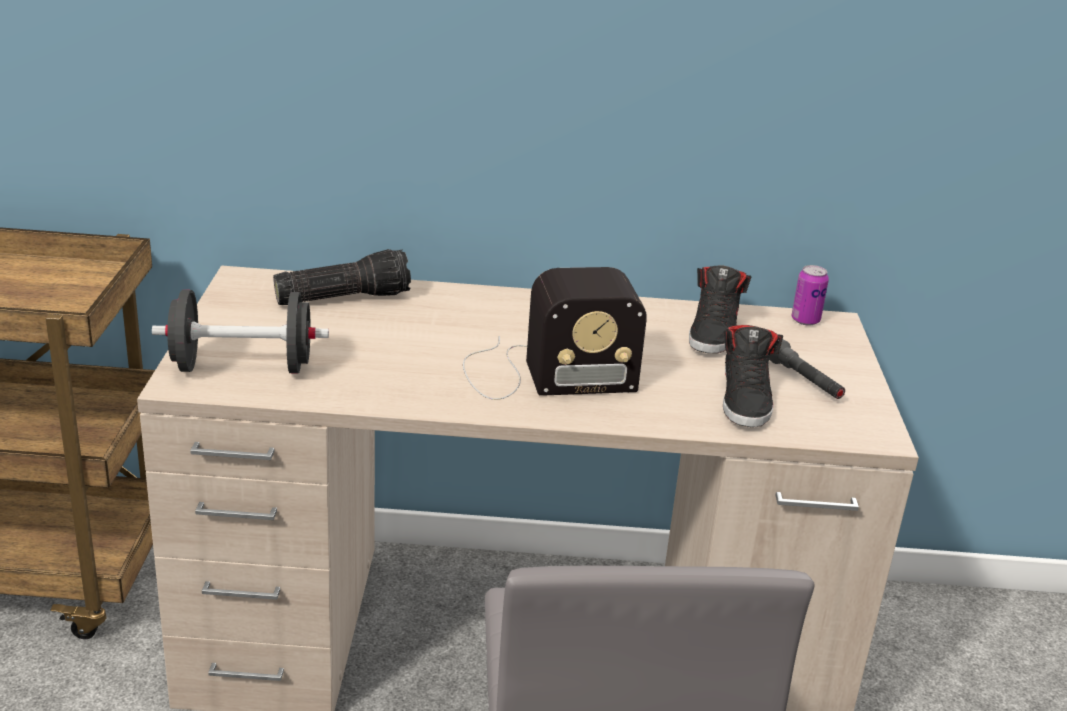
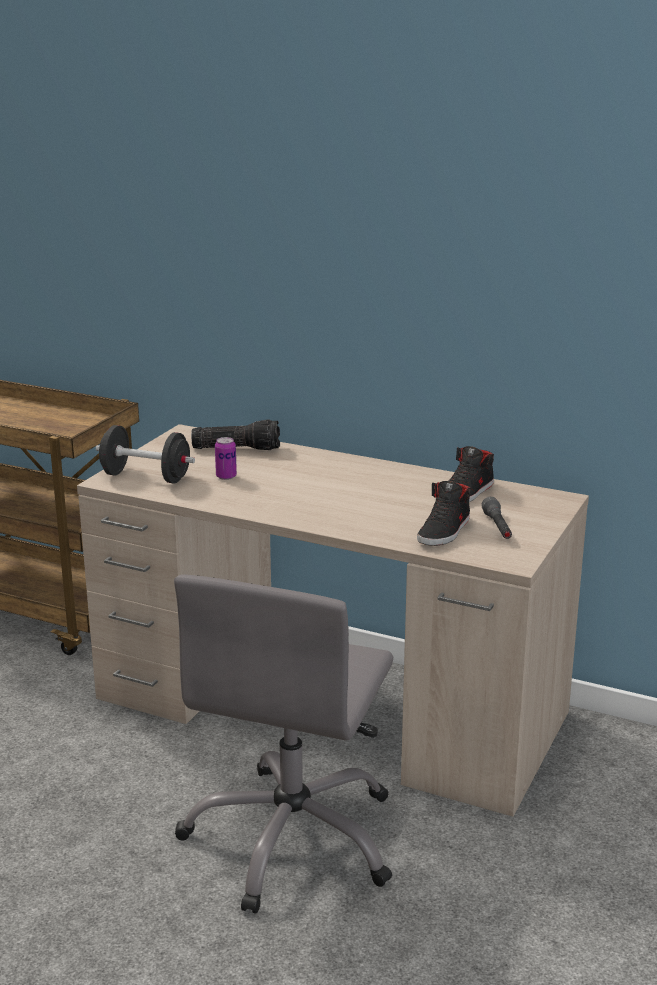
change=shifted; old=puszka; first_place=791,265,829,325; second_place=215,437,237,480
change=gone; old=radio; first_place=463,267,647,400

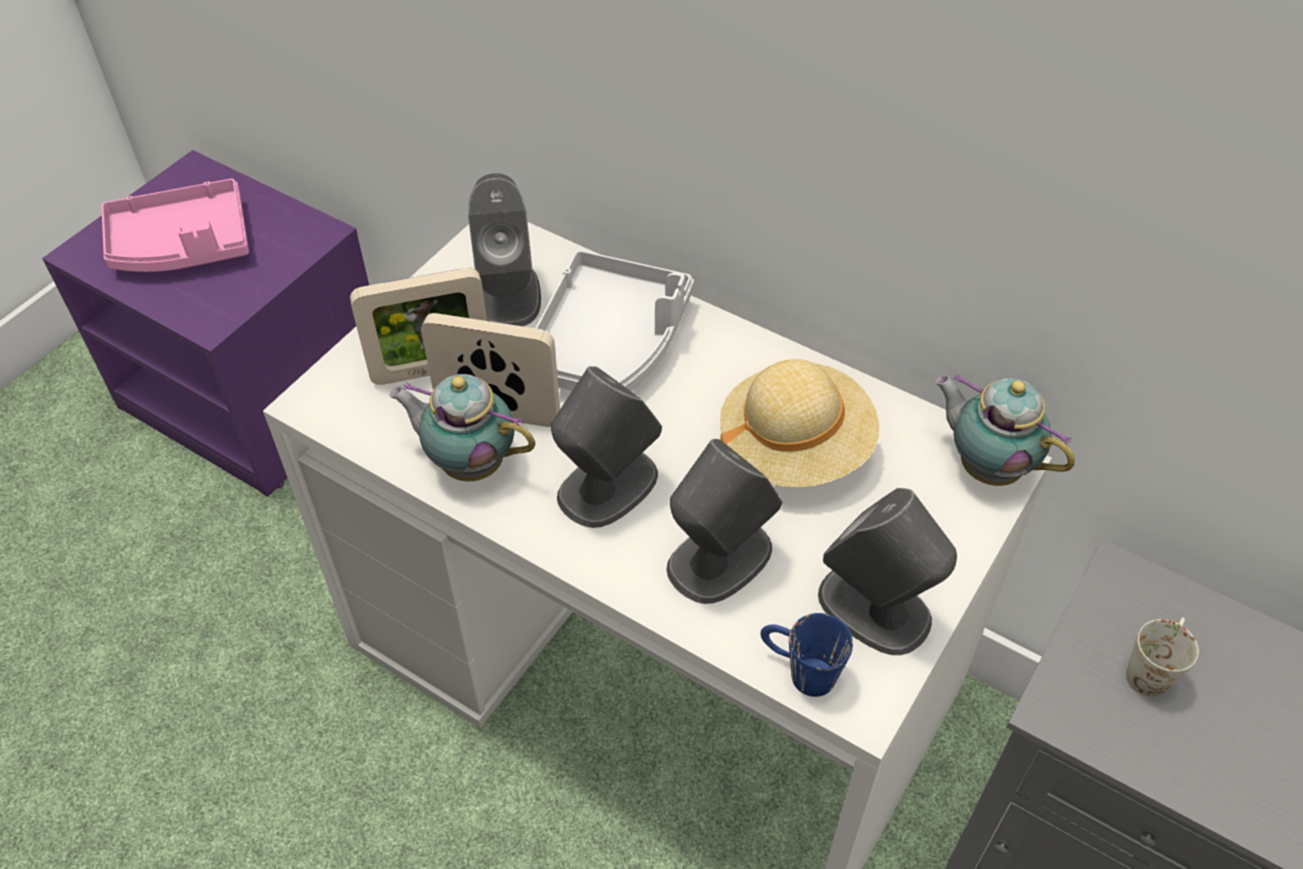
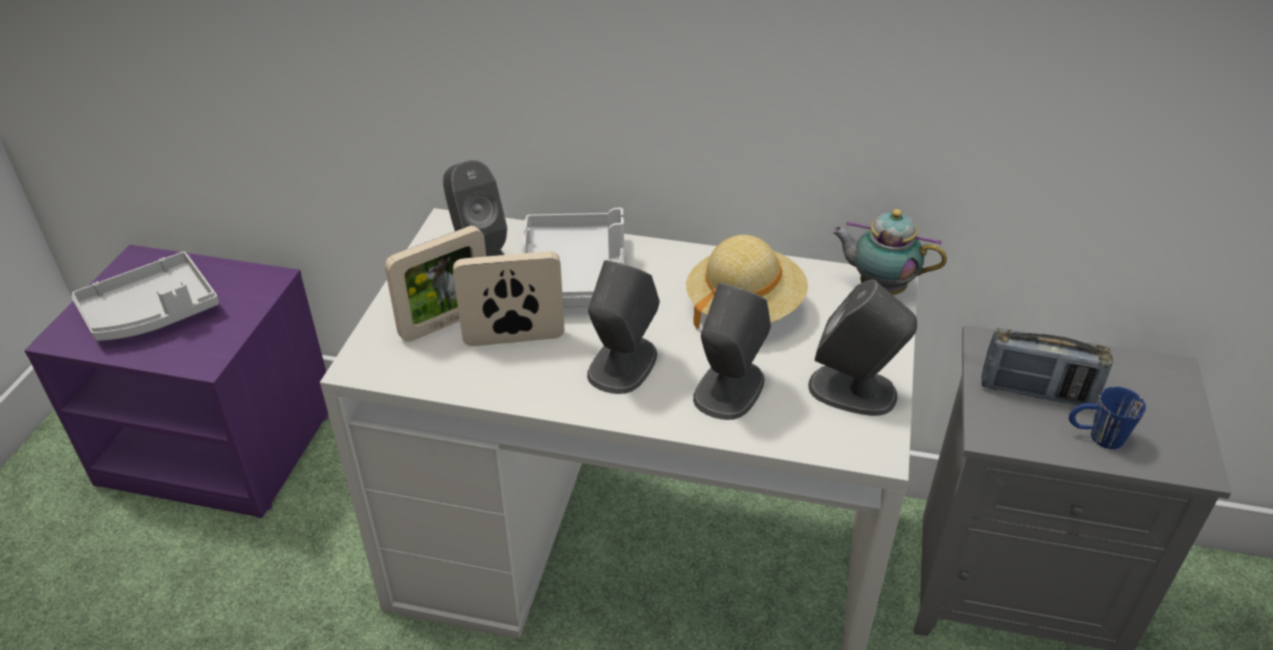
change=repainted; old=taca (różowy); new=taca (szary); first_place=101,179,249,272; second_place=72,252,219,341
change=swapped; old=kubek (biały); new=radio; first_place=1126,617,1199,697; second_place=981,328,1113,406
change=shifted; old=kubek (niebieski); first_place=760,613,853,697; second_place=1069,387,1146,449
change=gone; old=imbryk; first_place=389,374,536,481

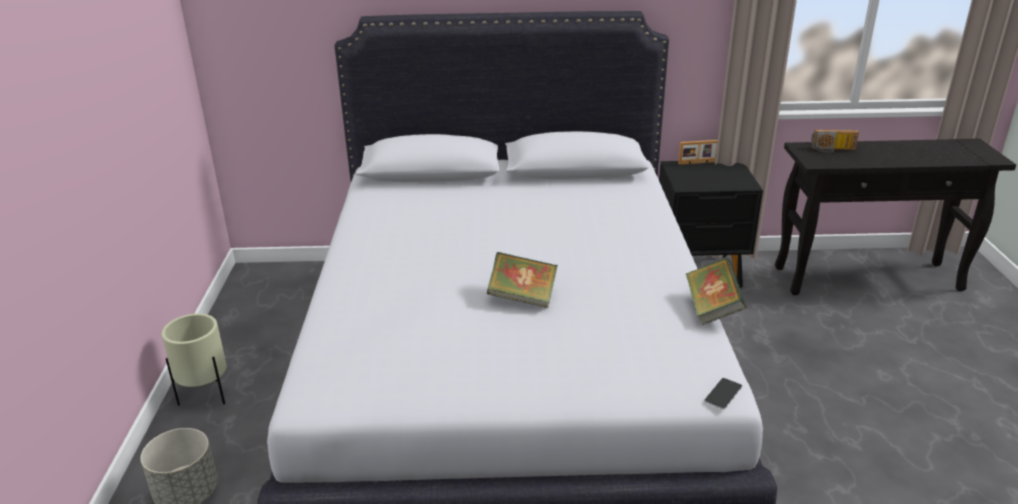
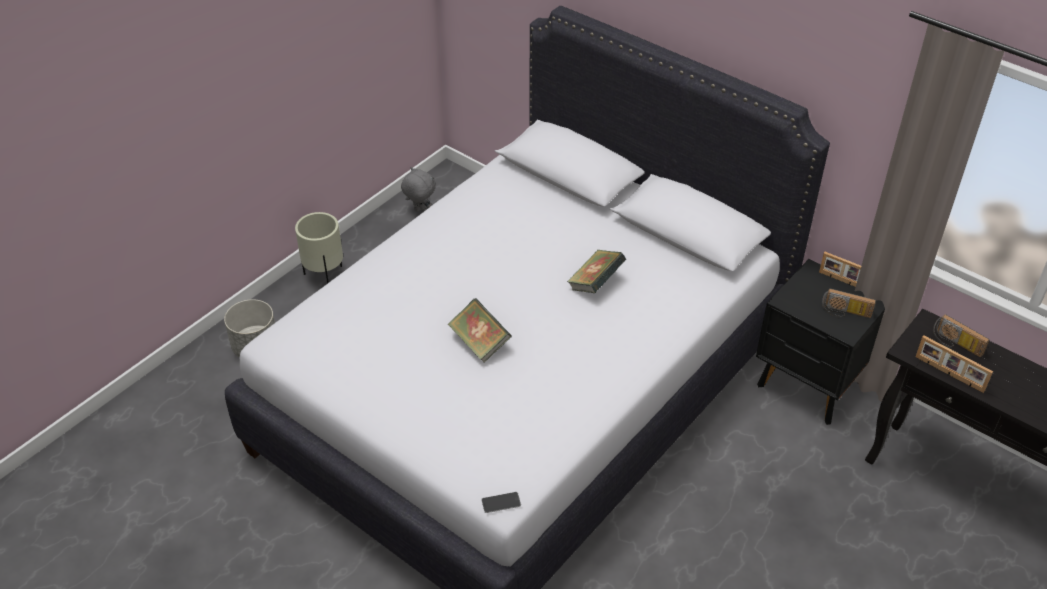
change=new; new=pluszak (szary); second_place=401,167,436,213
change=shifted; old=książka; first_place=686,258,746,325; second_place=567,250,626,293
change=new; new=radio; second_place=822,288,876,318
change=new; new=ramka na zdjęcie; second_place=916,336,993,393

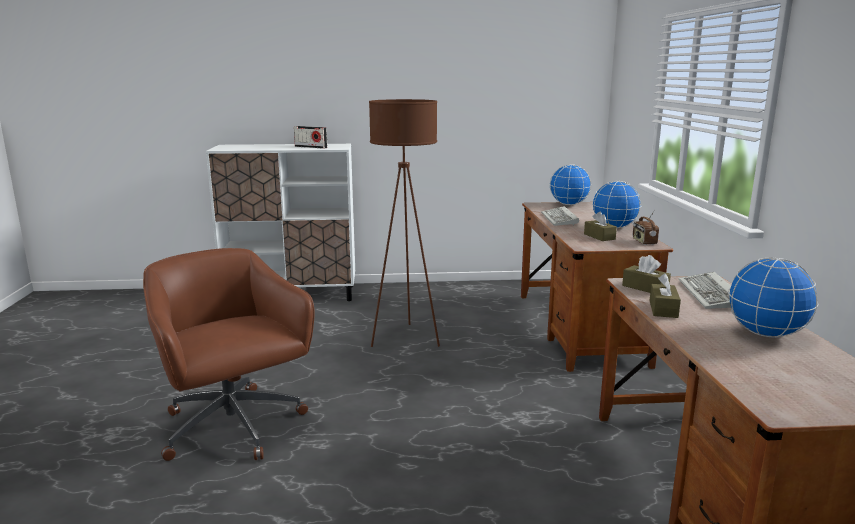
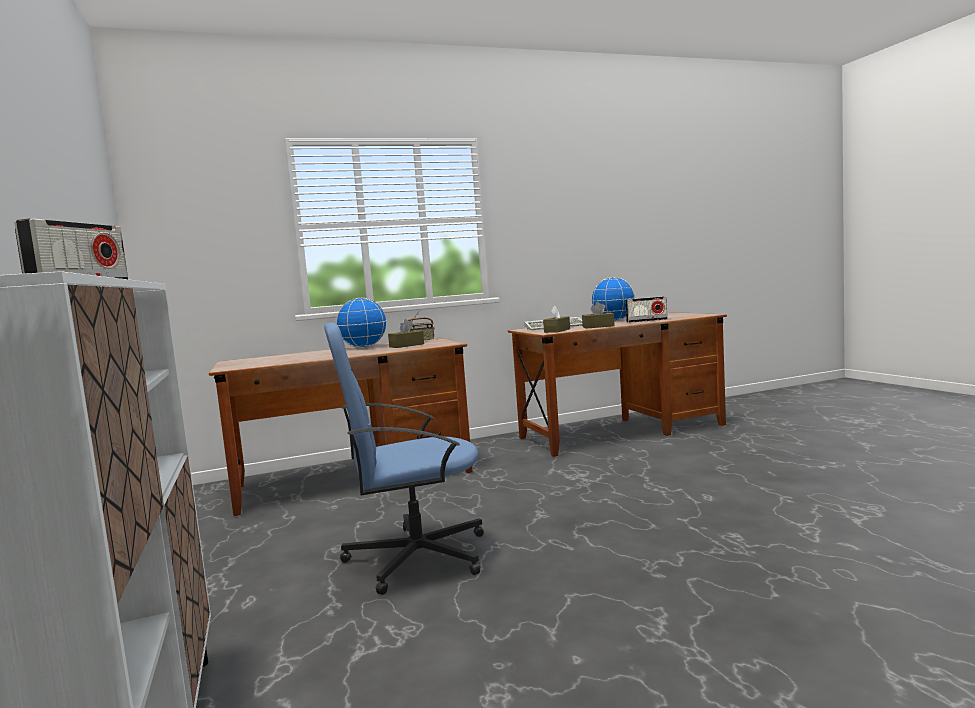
change=swapped; old=lampa stojąca (brązowy); new=krzesło biurowe (niebieski); first_place=369,99,440,347; second_place=324,323,484,595
change=new; new=radio; second_place=625,297,667,323
change=gone; old=krzesło biurowe (brązowy); first_place=143,248,315,461
change=gone; old=klawiatura; first_place=541,206,579,226
change=gone; old=globus; first_place=550,164,591,205

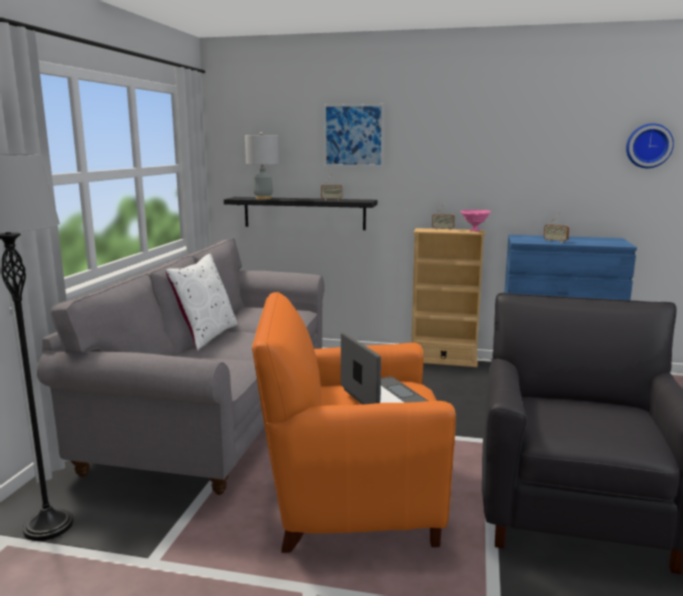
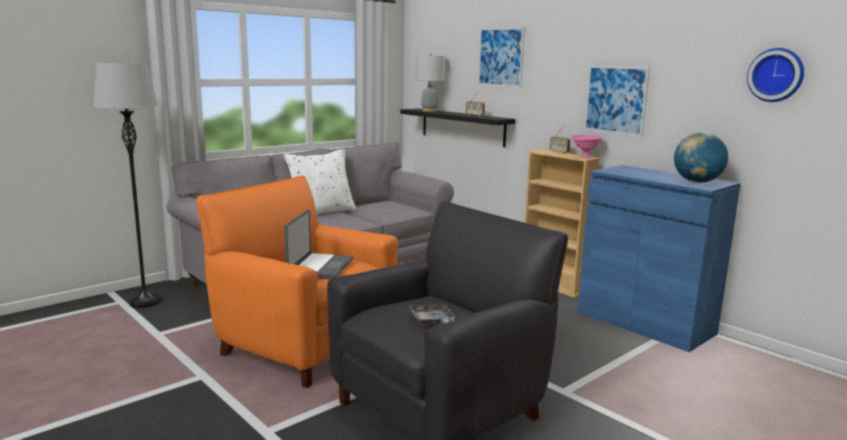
change=new; new=taca (szary); second_place=408,300,456,326
change=new; new=obraz; second_place=584,66,650,136
change=new; new=globus; second_place=674,132,728,183
change=gone; old=radio; first_place=543,212,569,243

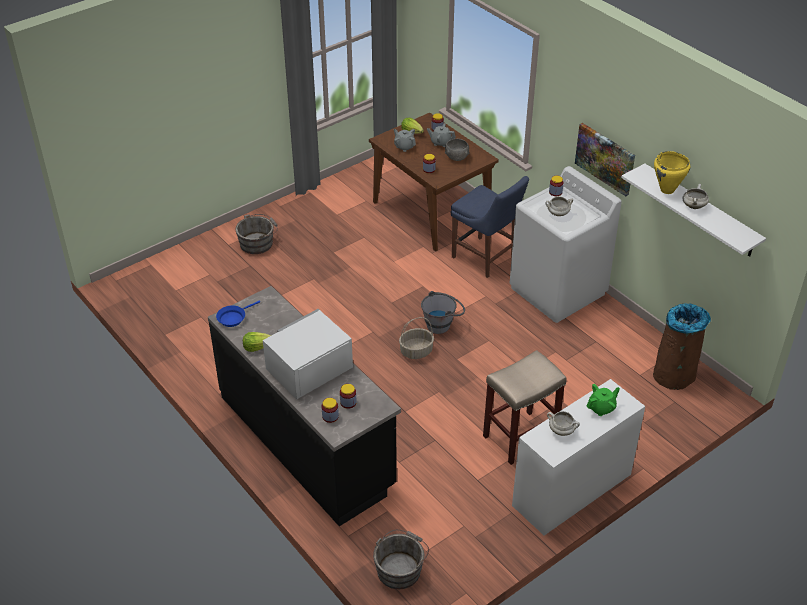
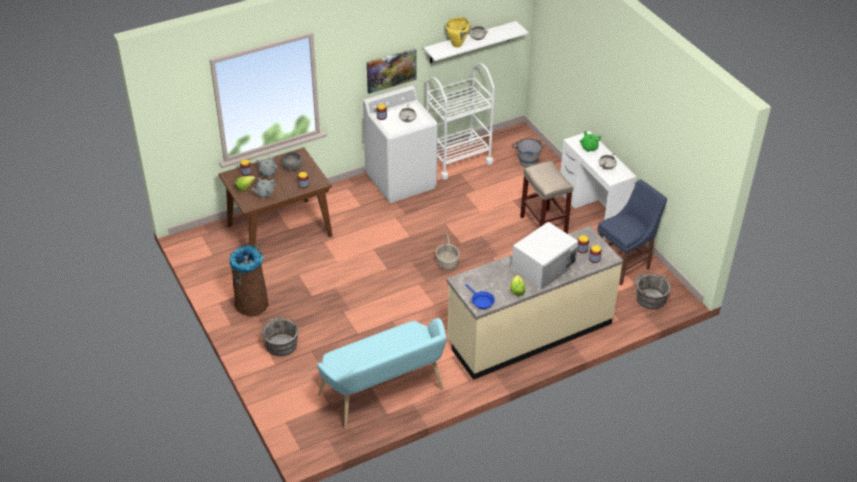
change=shifted; old=kosz na śmieci (brązowy); first_place=653,303,711,390; second_place=229,245,269,316
change=new; new=ławka (turkusowy); second_place=317,318,447,430
change=new; new=wózek (biały); second_place=426,63,495,180
change=repainted; old=zabudowa kuchenna (czarny); new=zabudowa kuchenna (beżowy); first_place=208,286,401,526; second_place=446,226,623,380
change=shifted; old=wiadro (szary); first_place=421,291,465,334; second_place=512,138,542,168
change=rotated; old=mikrofalówka (biały); first_place=263,309,353,399; second_place=512,222,578,289; degrees=-105
change=shifted; old=krzesło (niebieski); first_place=451,176,529,278; second_place=597,179,667,285

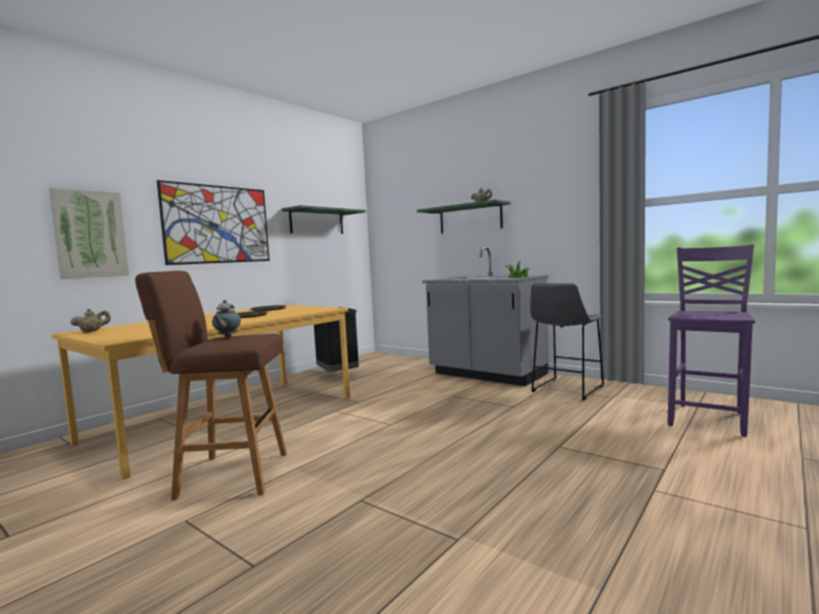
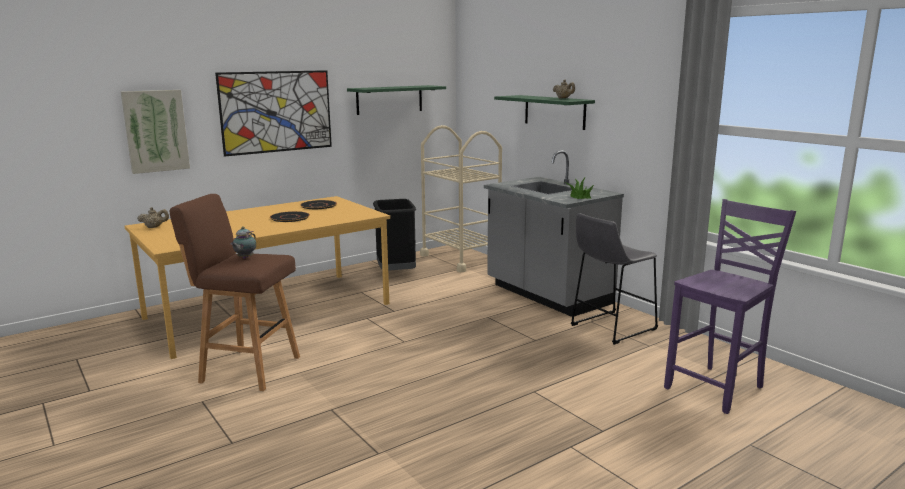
change=new; new=wózek (beżowy); second_place=420,125,502,272

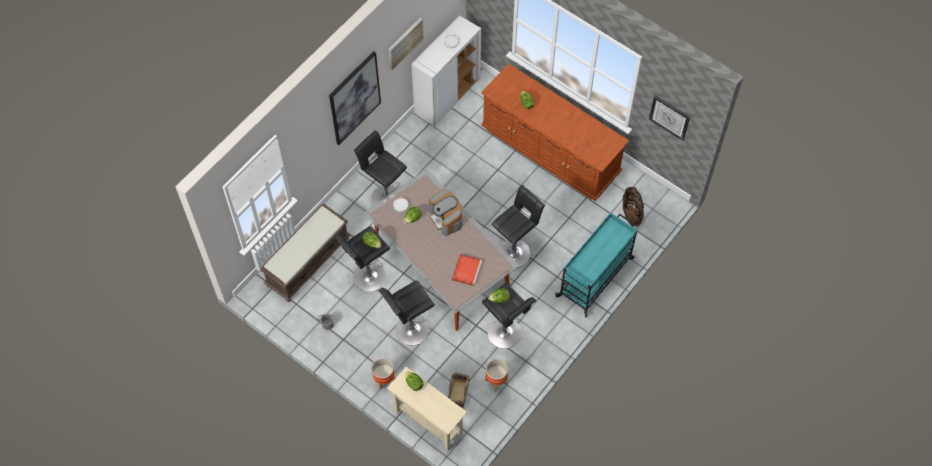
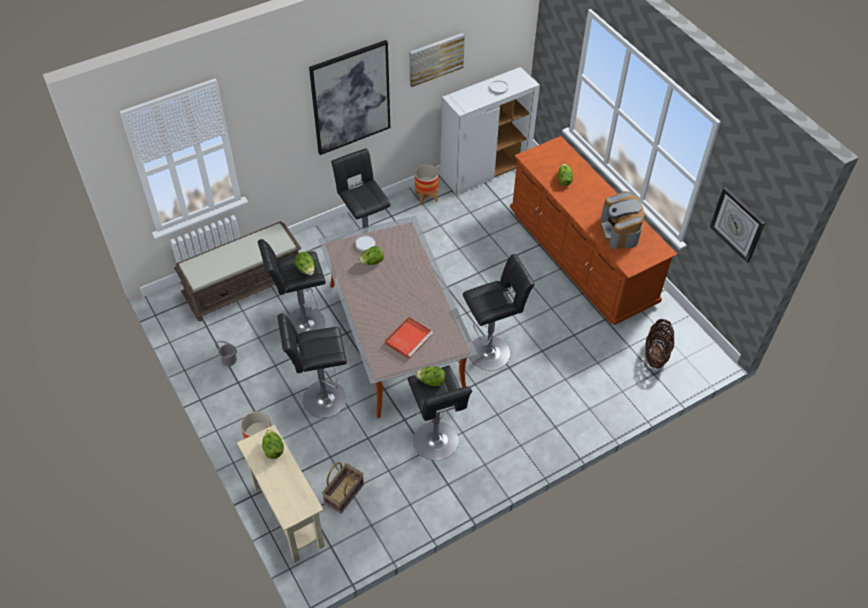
change=shifted; old=donica; first_place=485,359,508,392; second_place=415,165,439,206
change=shifted; old=ekspres do kawy; first_place=428,190,463,236; second_place=600,191,644,249
change=gone; old=wózek (turkusowy); first_place=555,213,637,317

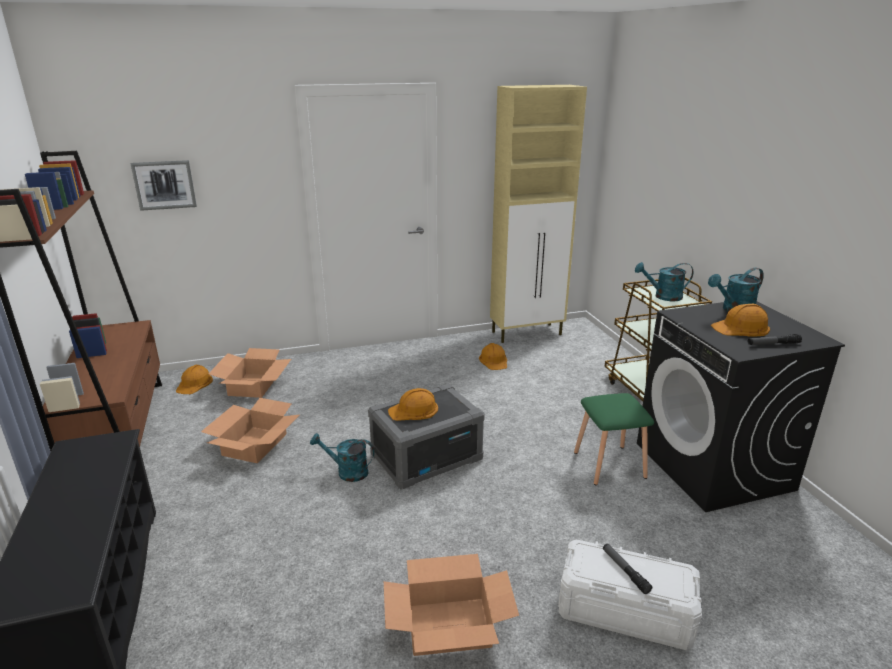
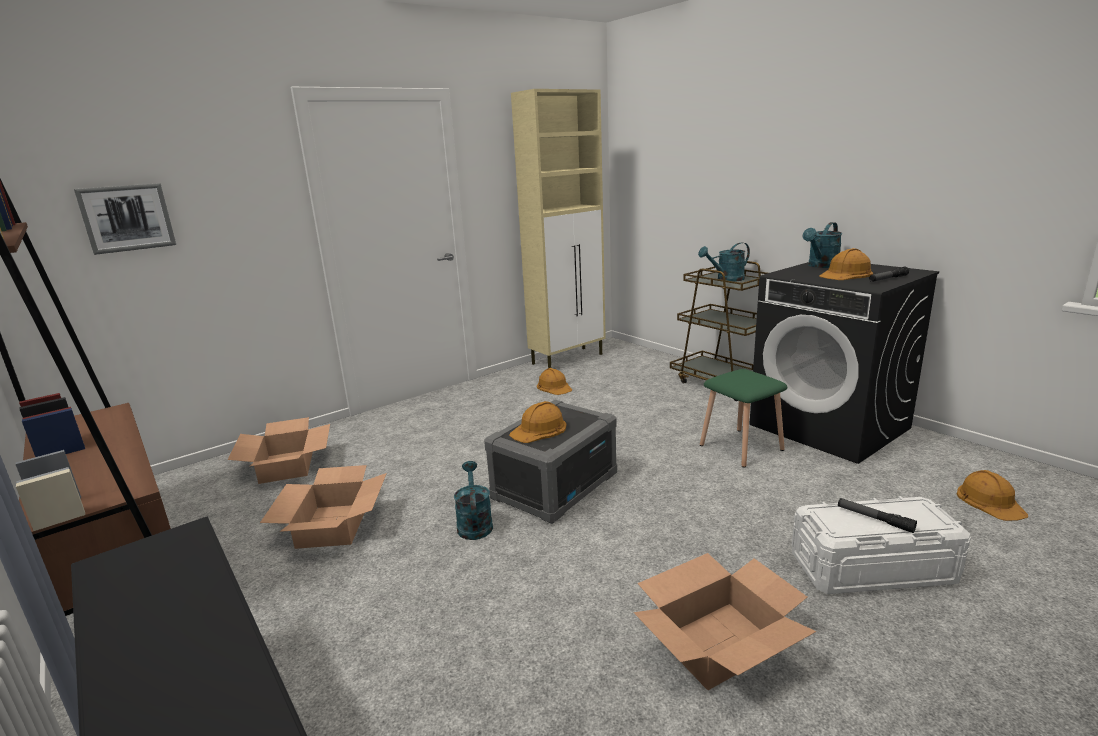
change=rotated; old=konewka (turkusowy); first_place=310,433,375,482; second_place=454,461,493,540; degrees=90
change=shifted; old=kask (pomarańczowy); first_place=176,365,213,394; second_place=957,470,1028,521

